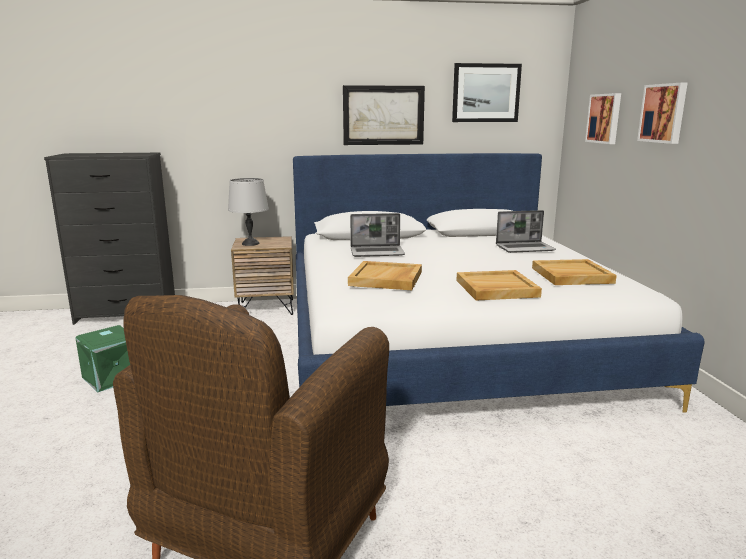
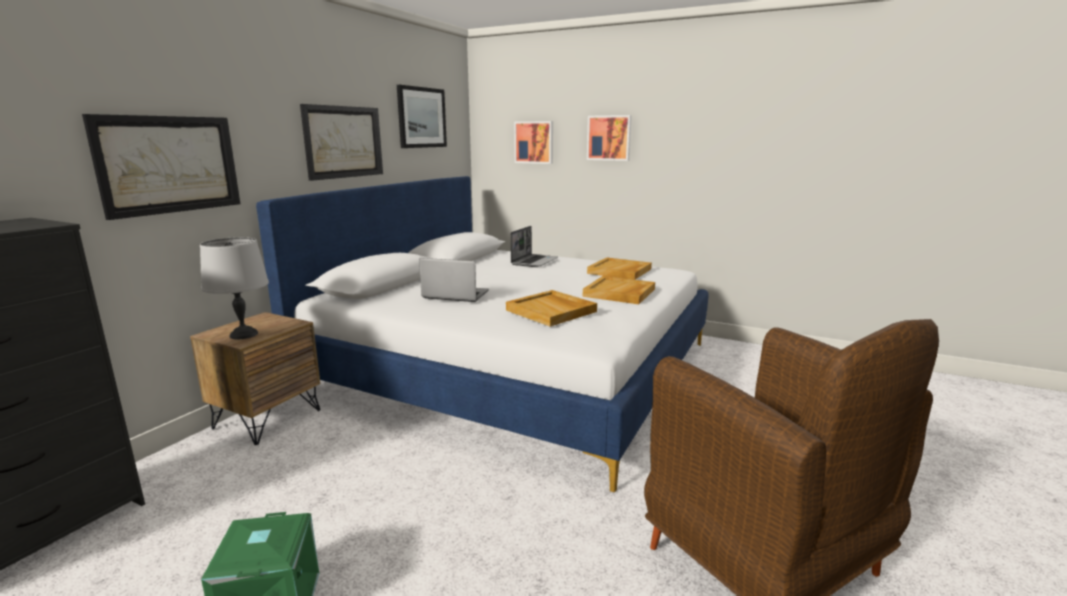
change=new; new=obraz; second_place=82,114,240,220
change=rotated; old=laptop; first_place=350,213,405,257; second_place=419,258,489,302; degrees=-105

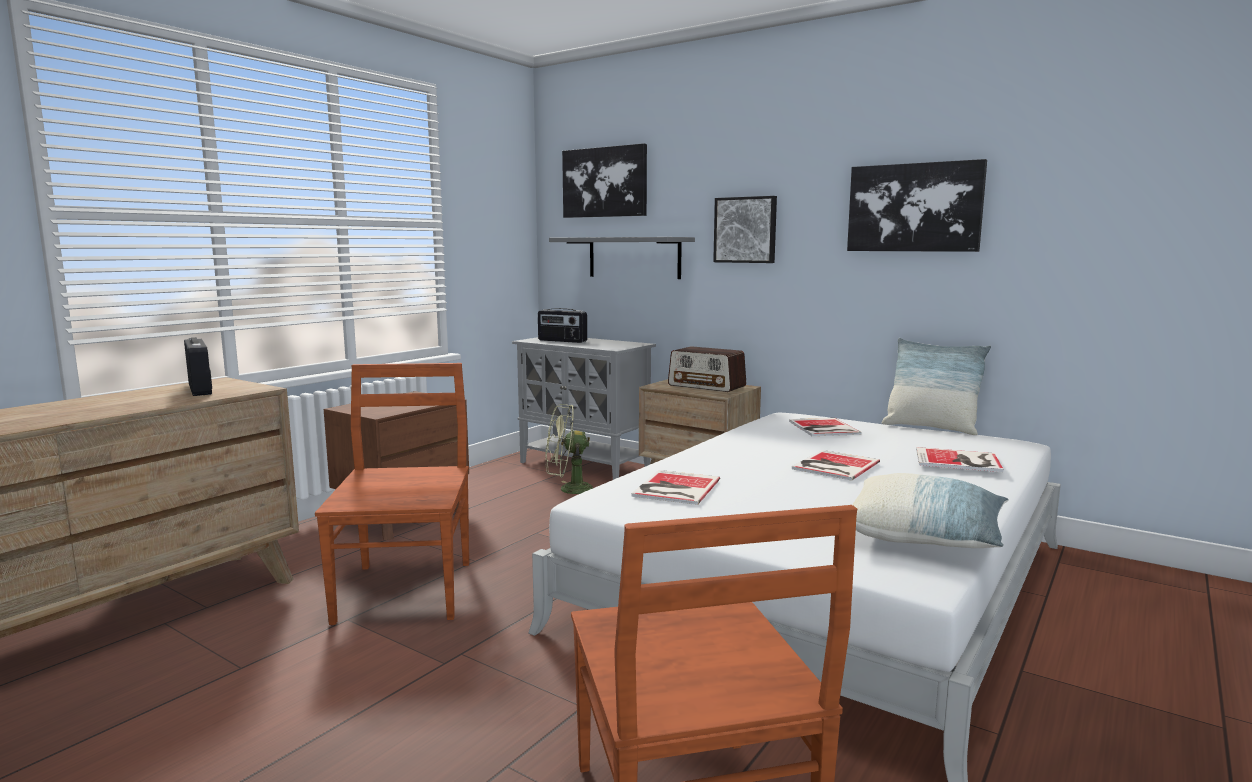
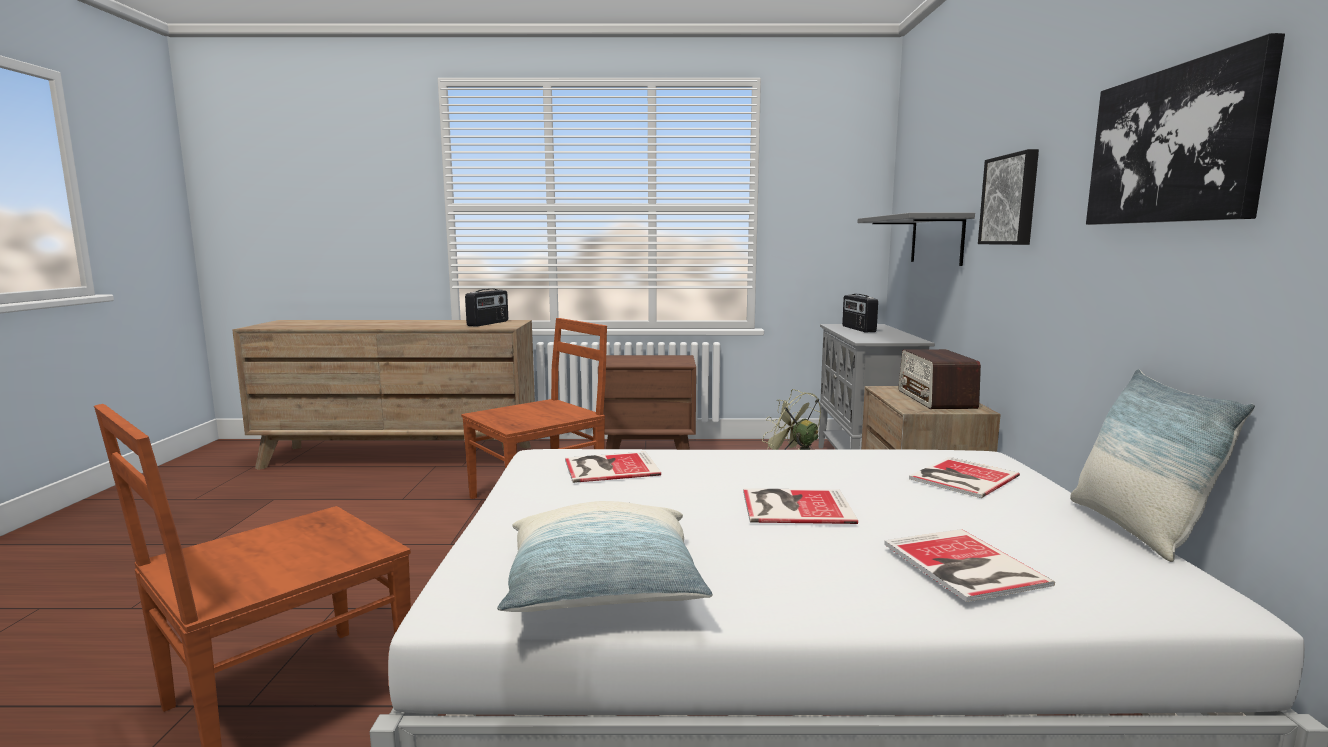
change=gone; old=obraz; first_place=562,143,647,218

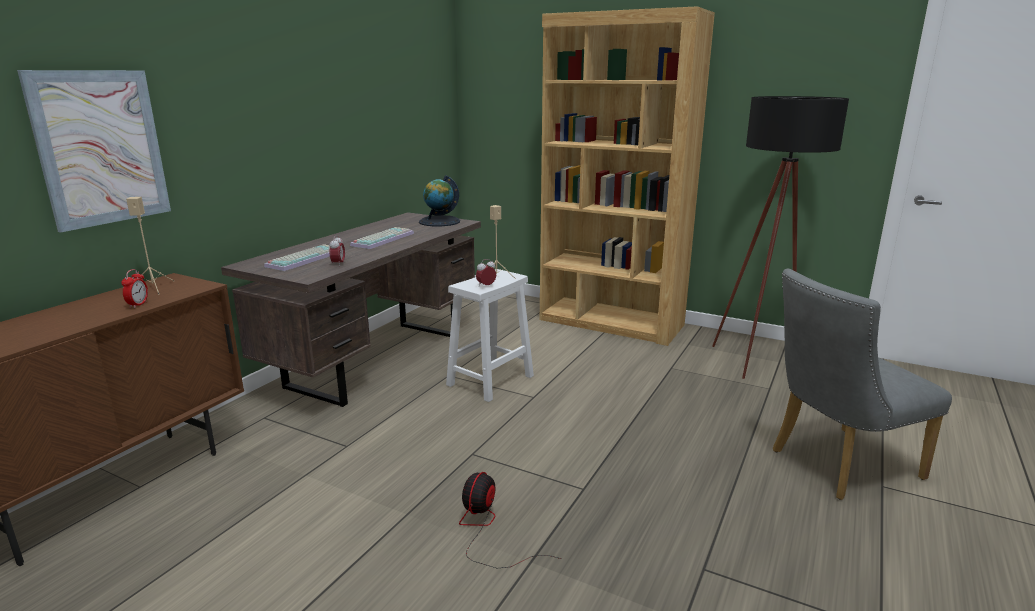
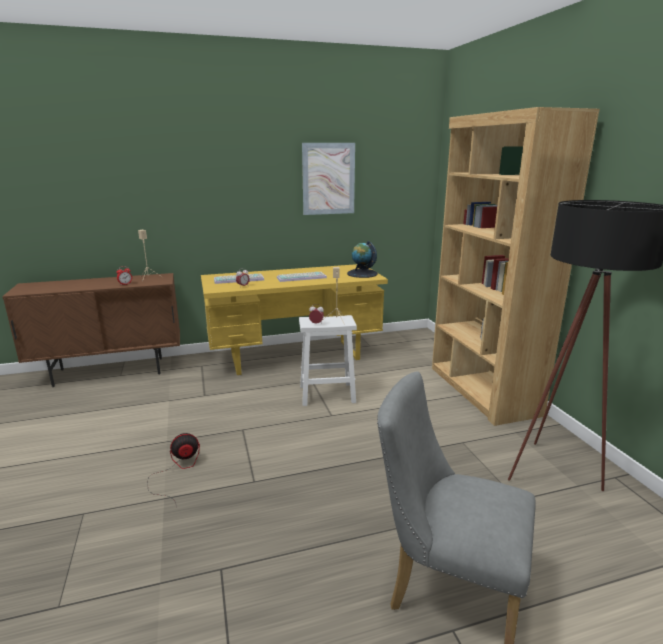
change=repainted; old=biurko (brązowy); new=biurko (żółty); first_place=221,212,481,407; second_place=201,264,388,375
change=shifted; old=obraz; first_place=17,70,171,233; second_place=302,143,355,215

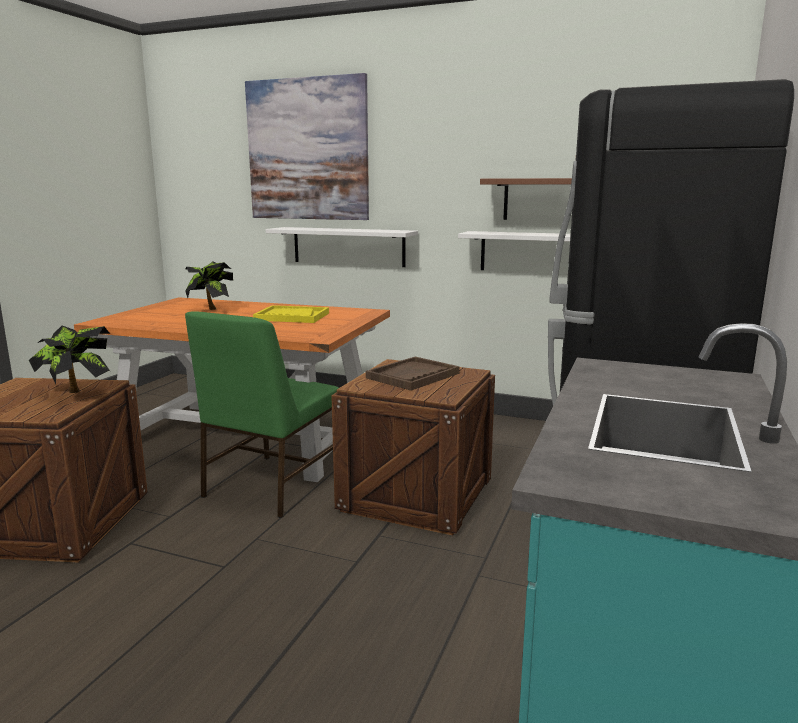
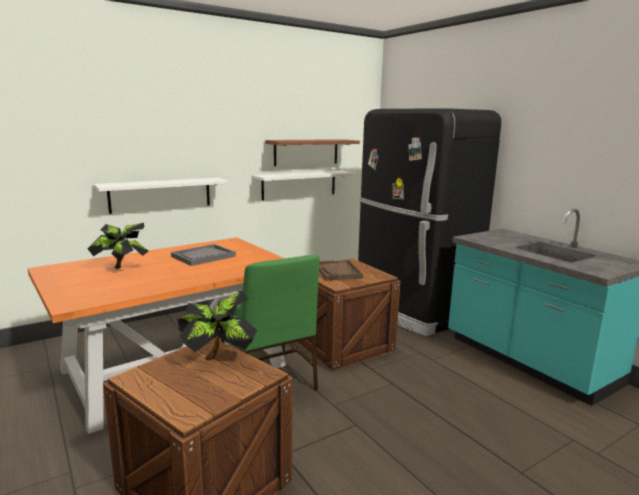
change=repainted; old=taca (żółty); new=taca (szary); first_place=253,305,329,323; second_place=171,244,236,266
change=gone; old=obraz; first_place=245,73,369,220

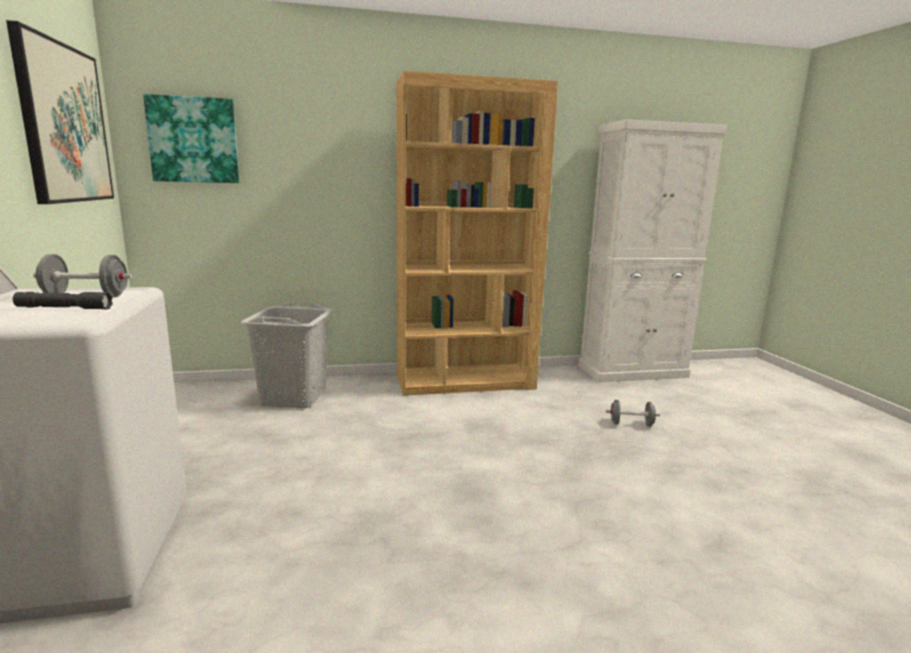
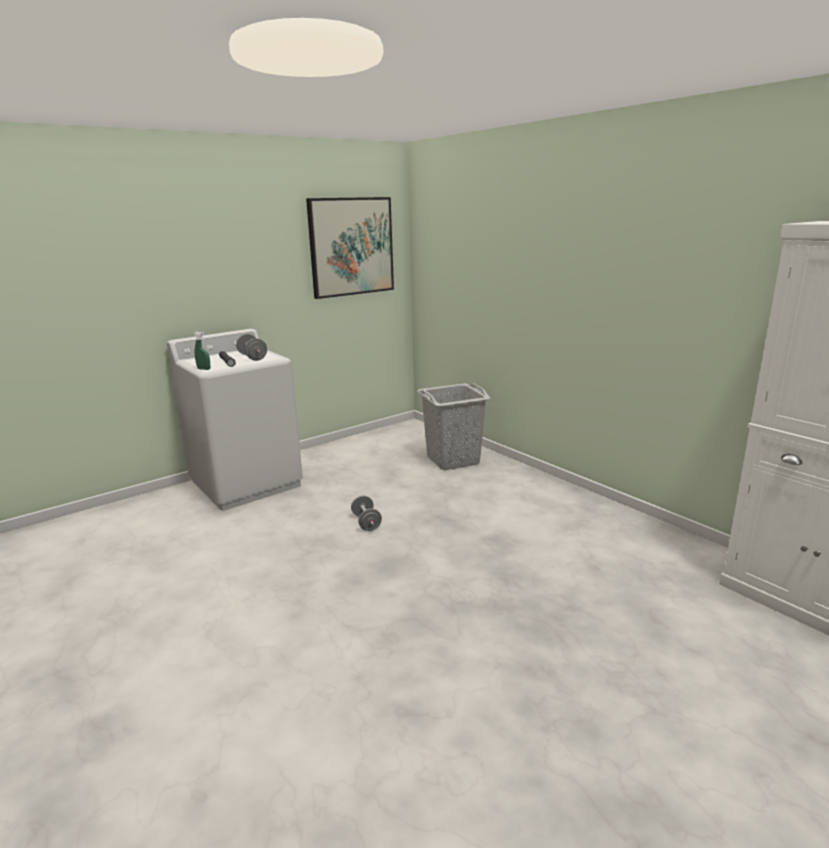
change=new; new=spryskiwacz (zielony); second_place=194,332,211,370
change=shifted; old=hantel (szary); first_place=606,400,660,427; second_place=351,496,382,531
change=gone; old=obraz; first_place=143,94,239,183
change=gone; old=regał (brązowy); first_place=396,71,558,396

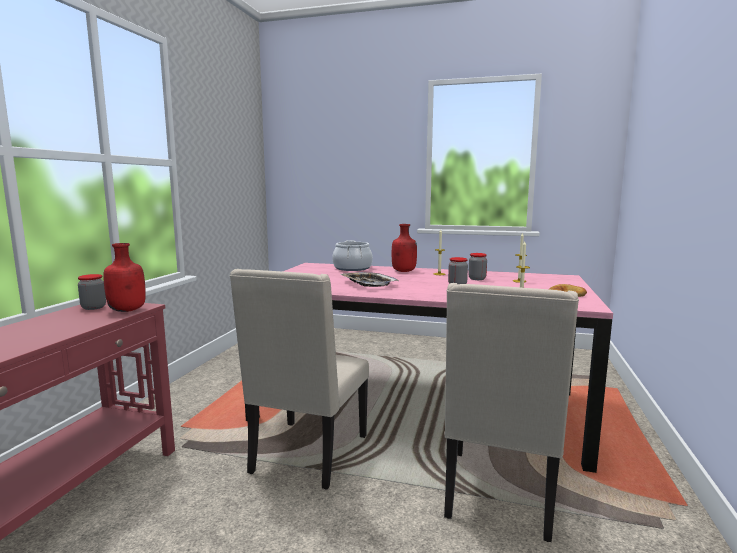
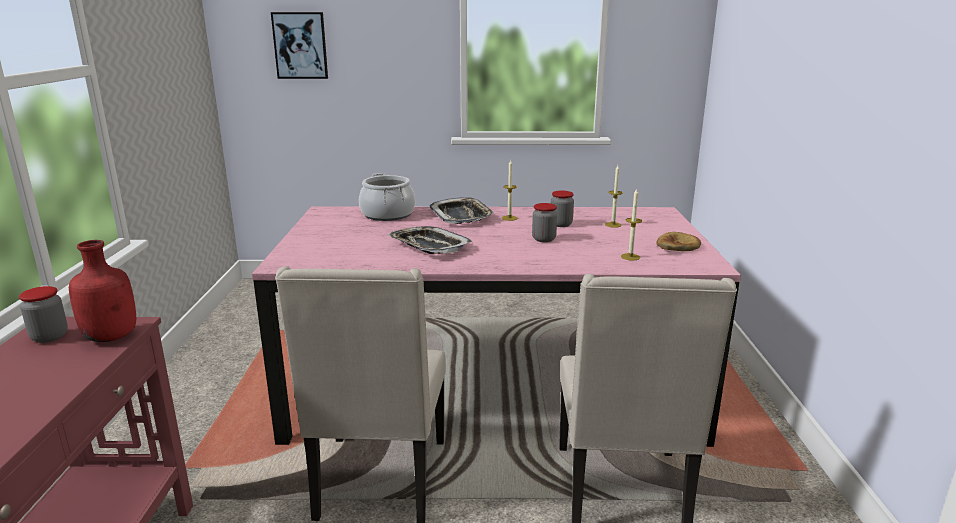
change=new; new=obraz; second_place=271,12,328,79
change=swapped; old=butelka (czerwony); new=taca; first_place=392,224,417,272; second_place=429,197,495,224

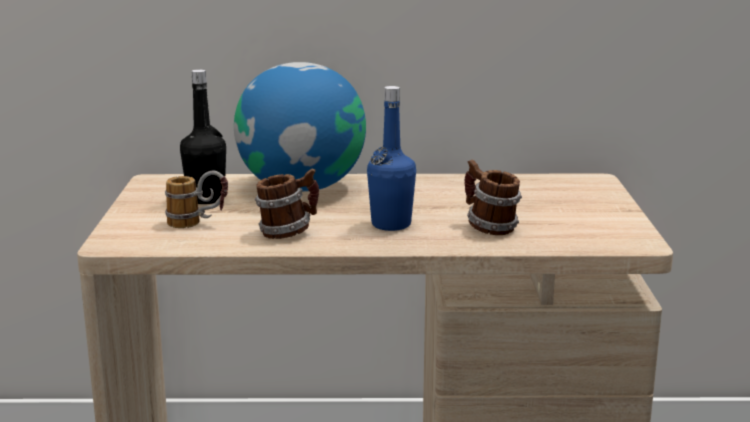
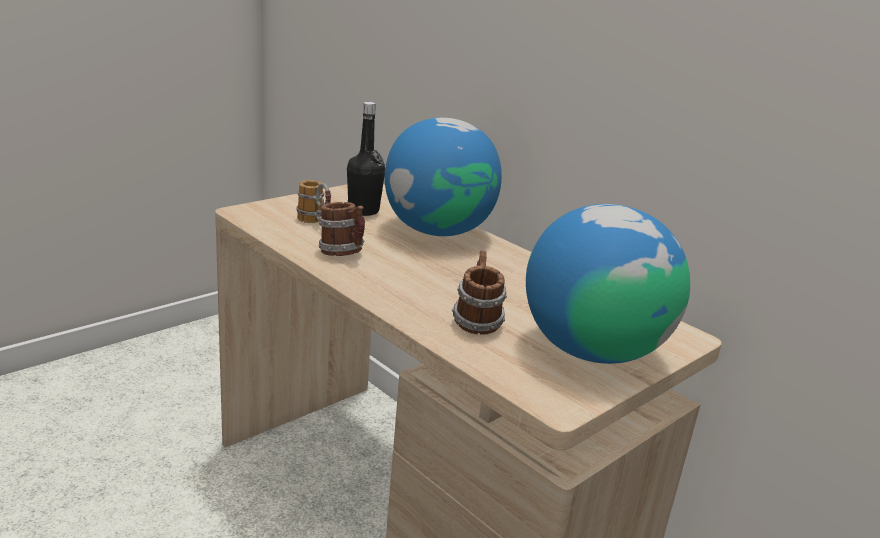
change=new; new=globus; second_place=526,204,690,364
change=gone; old=butelka (niebieski); first_place=367,86,416,231

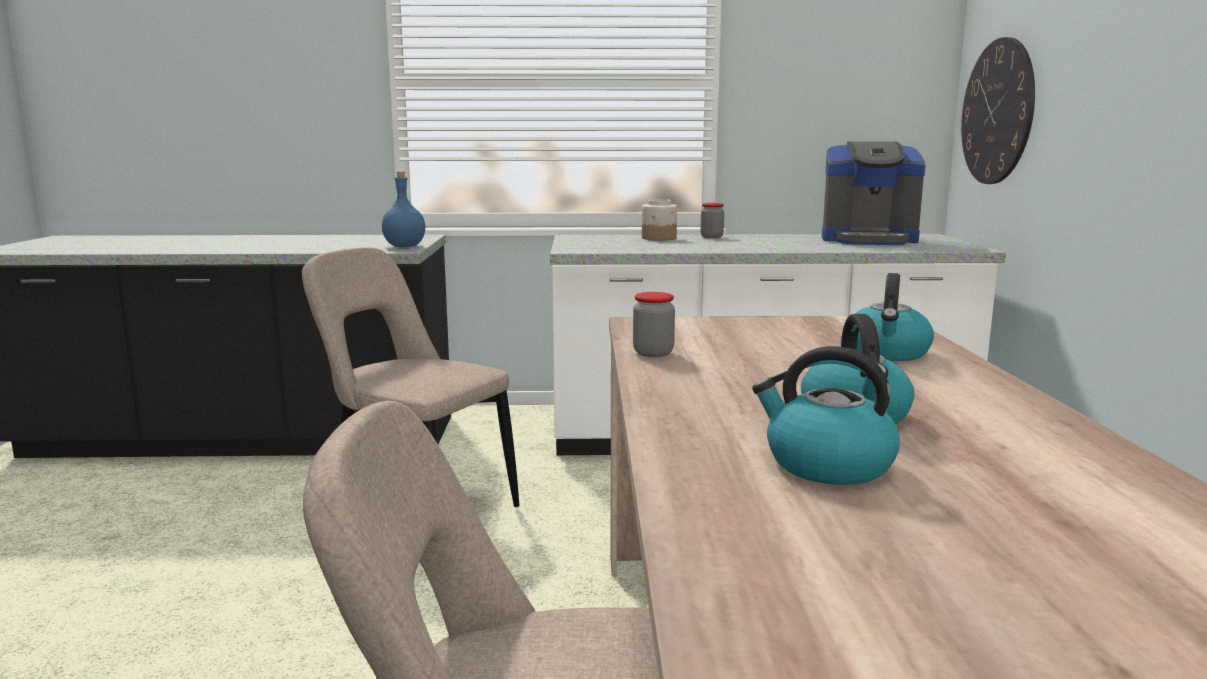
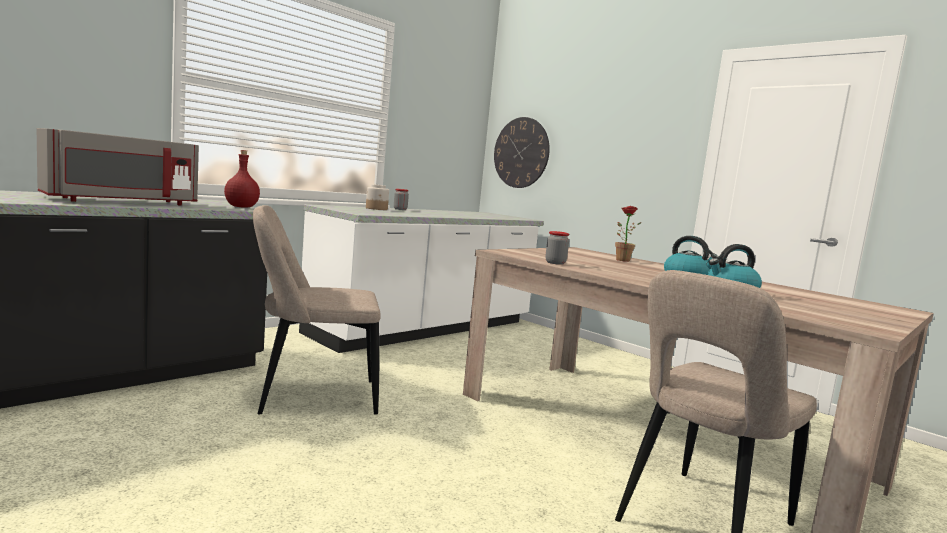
change=new; new=mikrofalówka (szary); second_place=37,128,199,205
change=repainted; old=butelka (niebieski); new=butelka (czerwony); first_place=382,172,426,247; second_place=224,150,260,208
change=swapped; old=czajnik; new=roślina doniczkowa; first_place=855,273,934,361; second_place=615,206,642,262
change=gone; old=ekspres do kawy; first_place=822,141,926,245

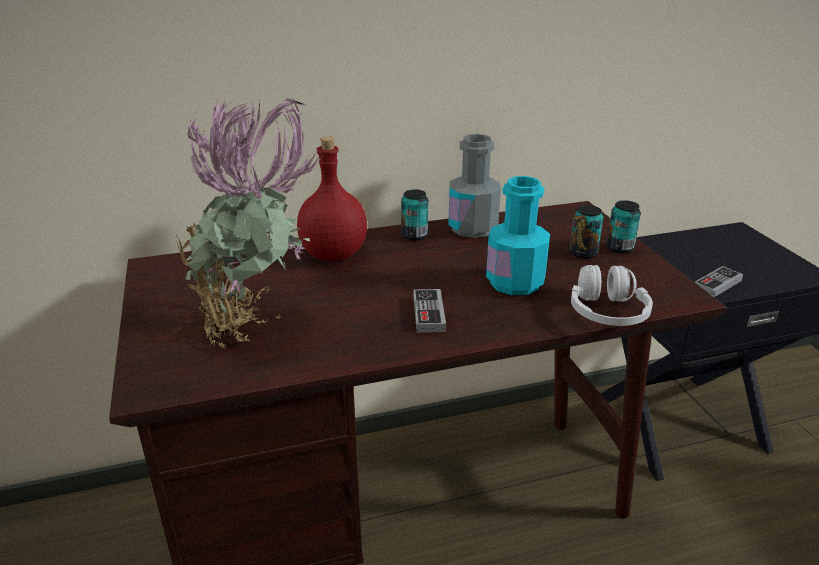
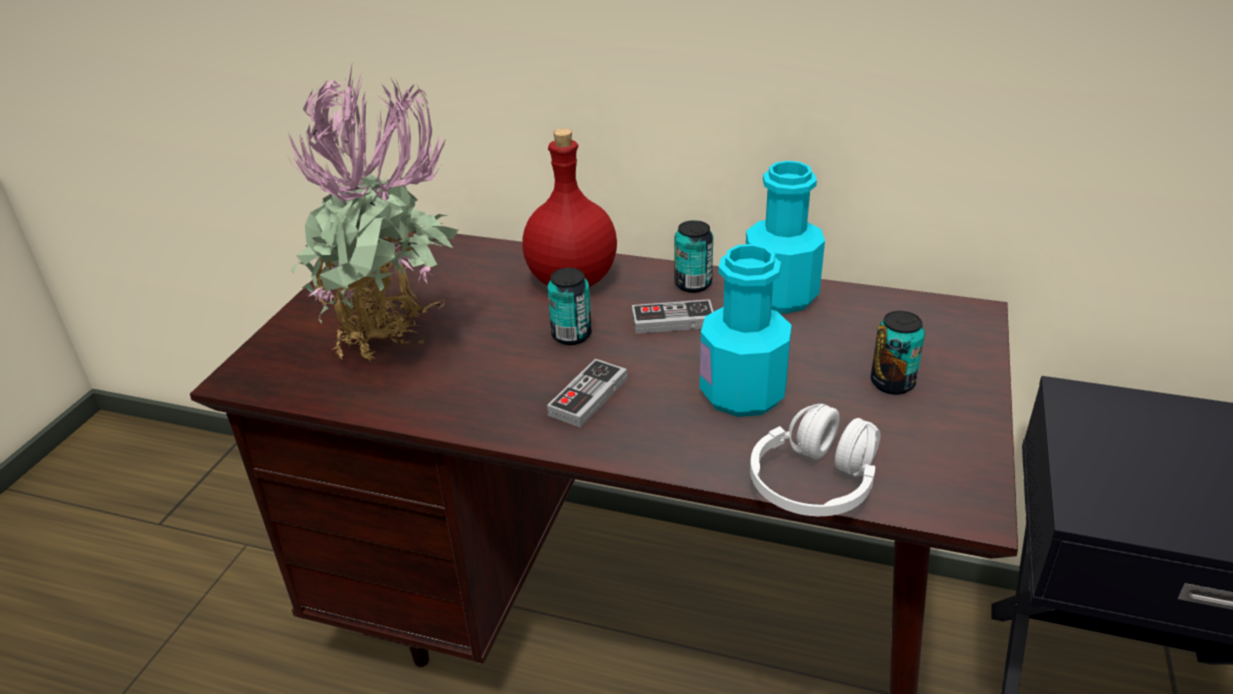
change=shifted; old=puszka; first_place=606,200,641,254; second_place=547,268,592,345
change=shifted; old=pad do gier; first_place=695,266,743,297; second_place=632,299,714,334
change=repainted; old=butelka (szary); new=butelka (turkusowy); first_place=448,134,501,238; second_place=746,161,825,314

